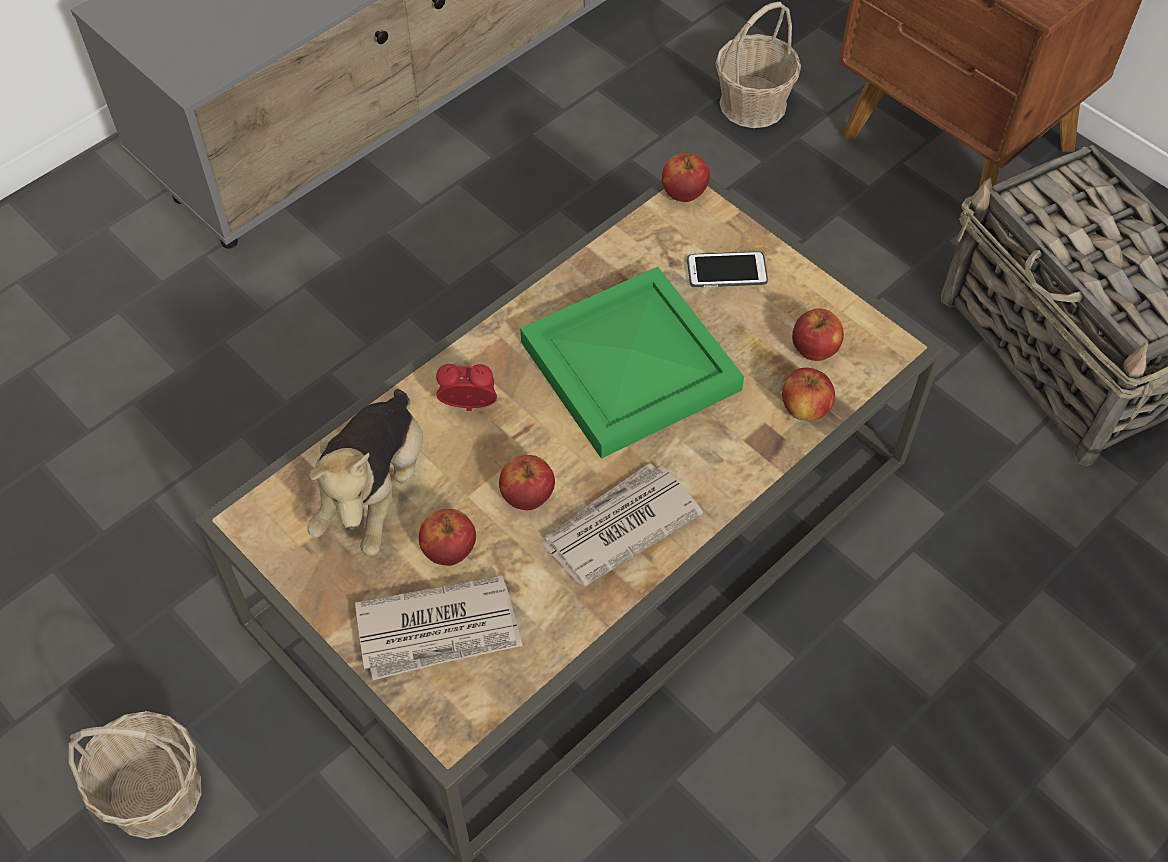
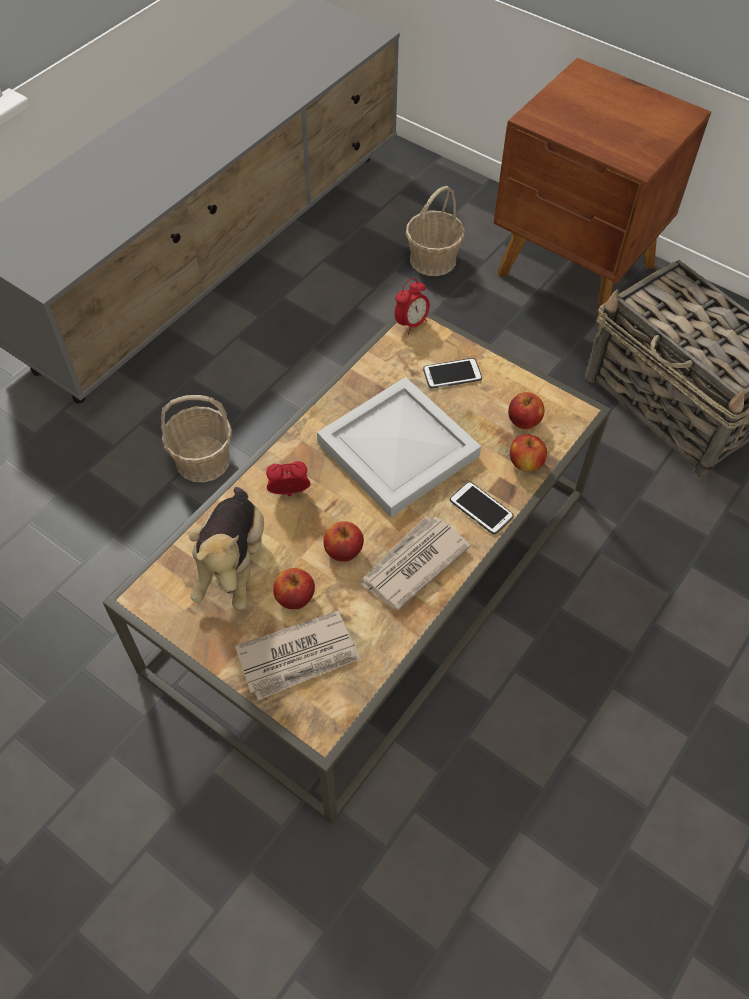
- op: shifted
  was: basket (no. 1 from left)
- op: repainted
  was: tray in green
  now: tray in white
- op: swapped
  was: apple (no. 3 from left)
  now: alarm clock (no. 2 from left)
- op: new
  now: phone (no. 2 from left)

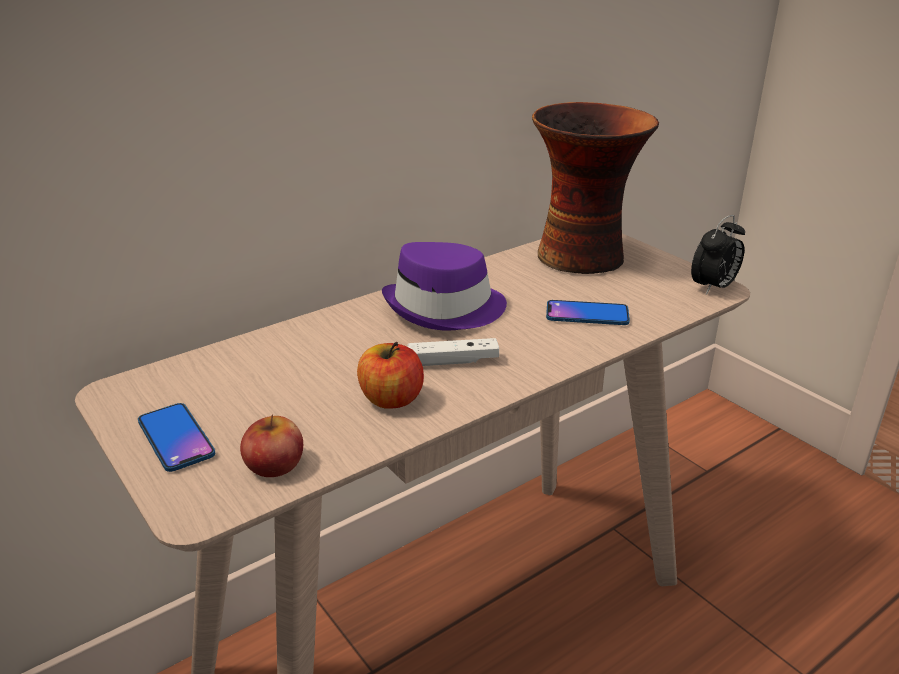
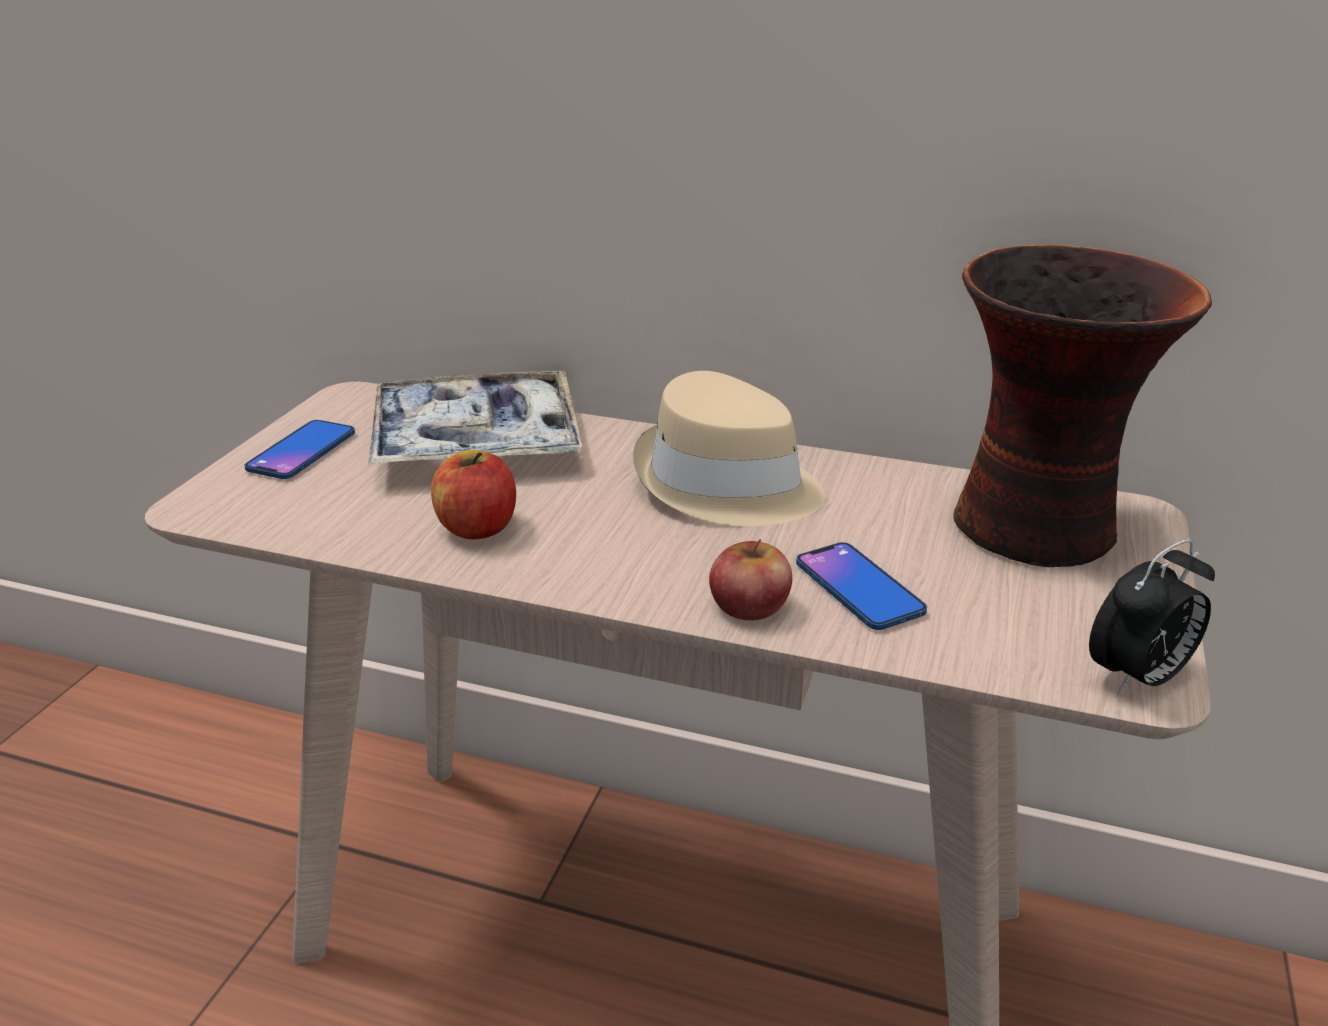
- op: shifted
  was: apple (no. 1 from left in the first image)
  now: apple (no. 2 from left)
- op: repainted
  was: hat in purple
  now: hat in beige
- op: gone
  was: game controller in white
- op: rotated
  was: alarm clock
  clockwise: -45
- op: new
  now: tray

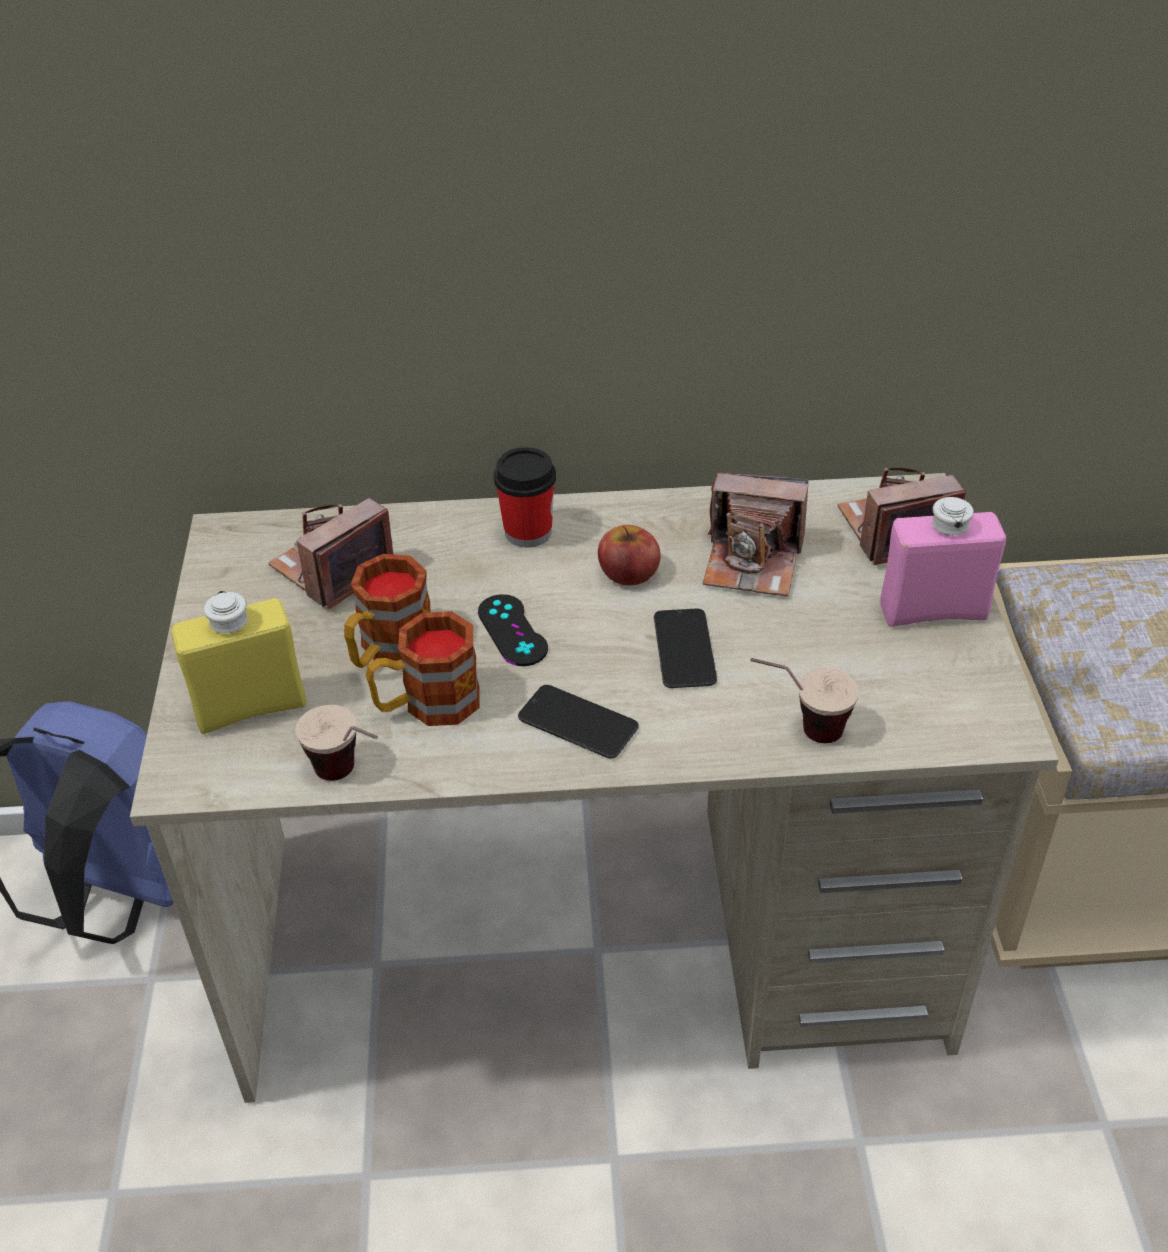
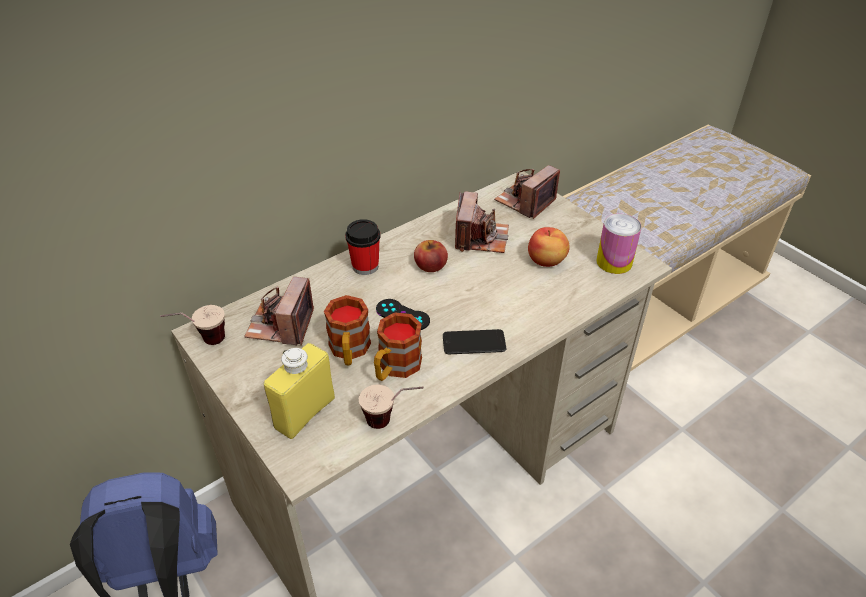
- op: gone
  was: phone (no. 2 from left)
- op: rotated
  was: photo camera (no. 2 from left)
  clockwise: -60
- op: shifted
  was: cup (no. 3 from left in the first image)
  now: cup (no. 1 from left)
- op: gone
  was: bottle in pink
- op: new
  now: apple (no. 2 from left)
- op: new
  now: can

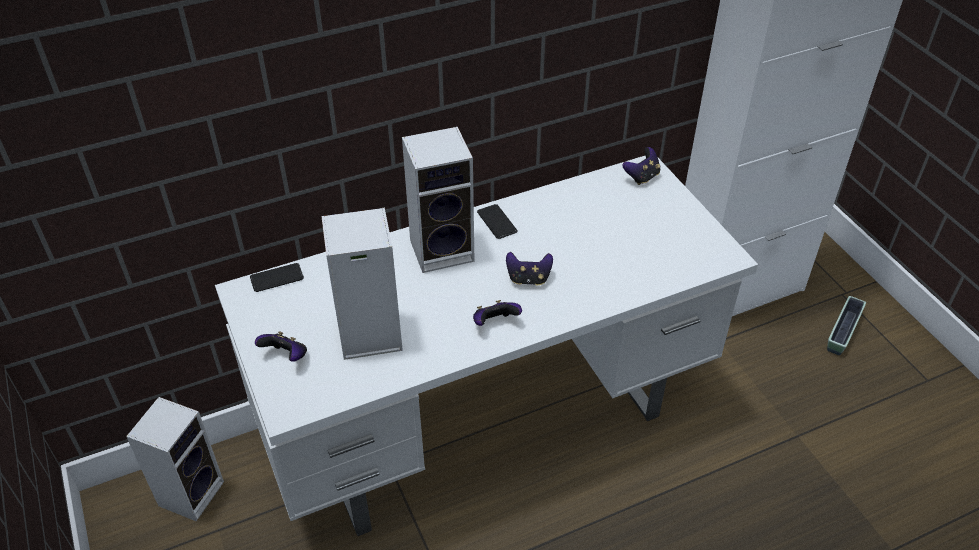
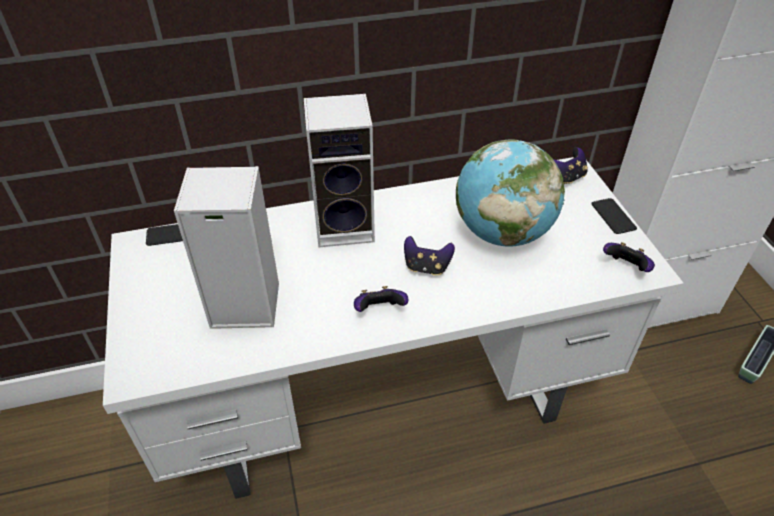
- op: gone
  was: speaker (no. 1 from left)
- op: shifted
  was: game controller (no. 1 from left in the first image)
  now: game controller (no. 4 from left)
- op: shifted
  was: phone (no. 2 from left)
- op: new
  now: globe

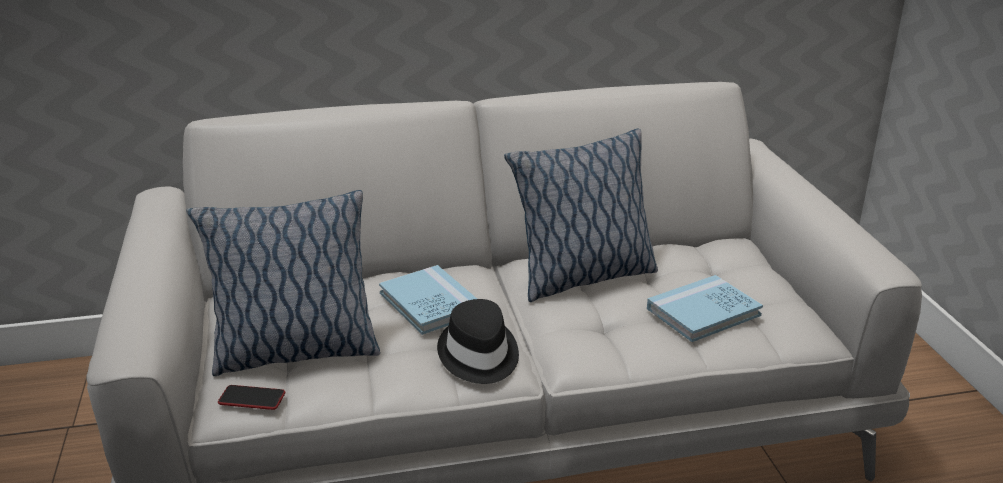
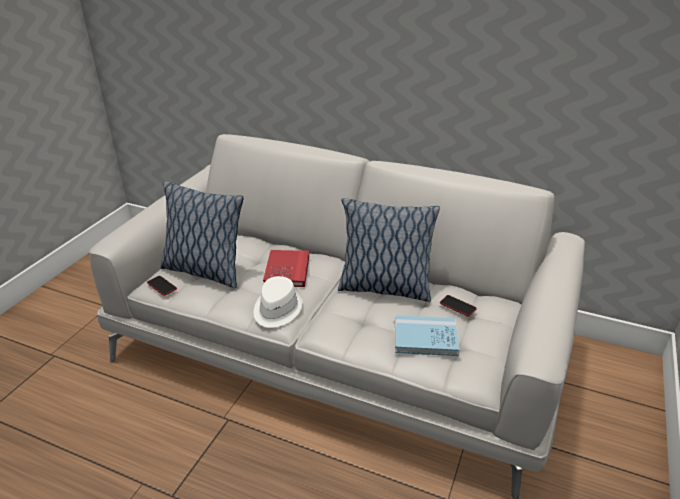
- op: repainted
  was: book in blue (no. 1 from left)
  now: book in red
- op: repainted
  was: hat in black
  now: hat in white
- op: new
  now: phone (no. 2 from left)

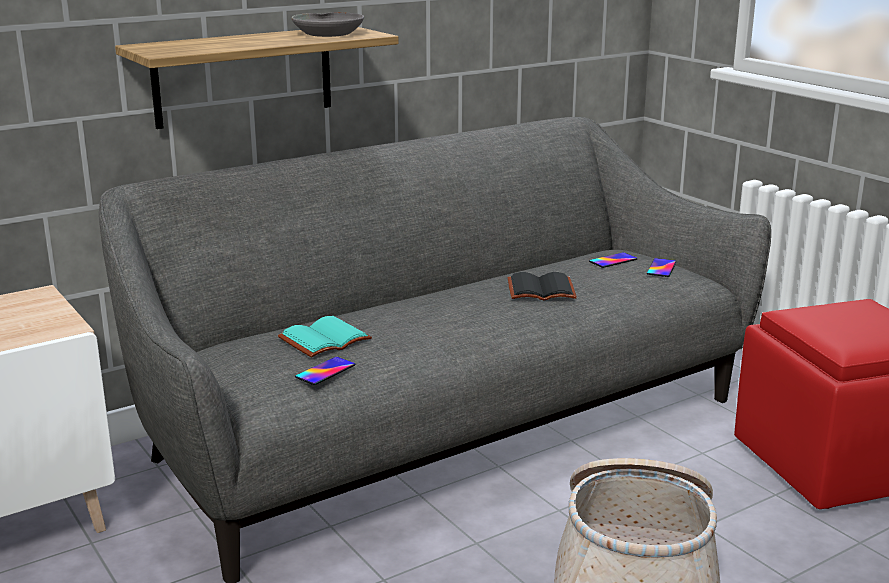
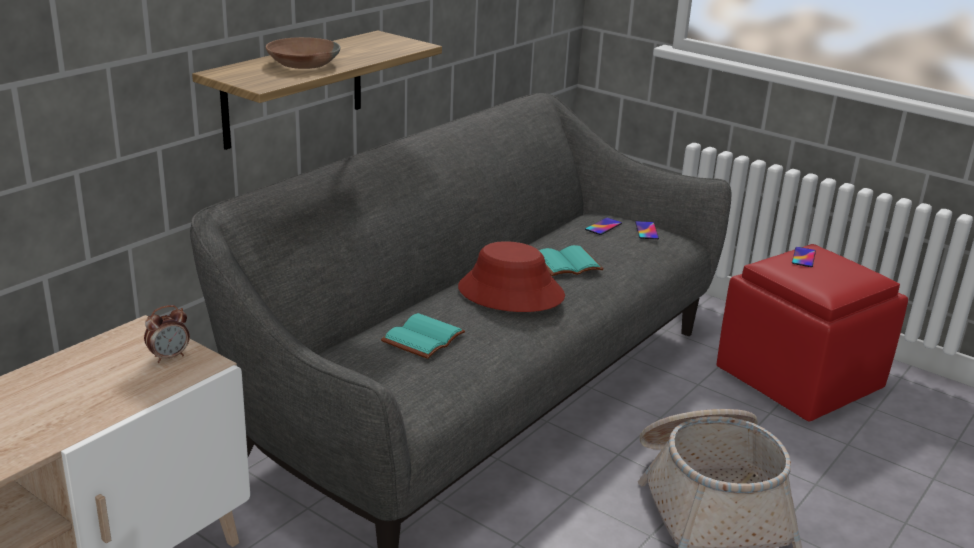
- op: gone
  was: bowl in grey
- op: shifted
  was: phone (no. 1 from left in the first image)
  now: phone (no. 3 from left)
- op: repainted
  was: book in black
  now: book in turquoise (no. 2 from left)
- op: new
  now: alarm clock
- op: new
  now: bowl in brown
- op: new
  now: hat in red

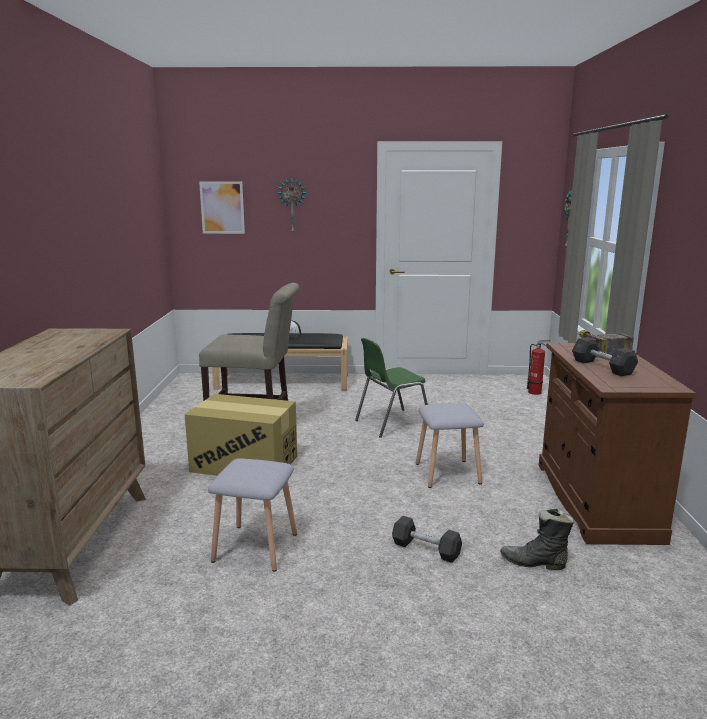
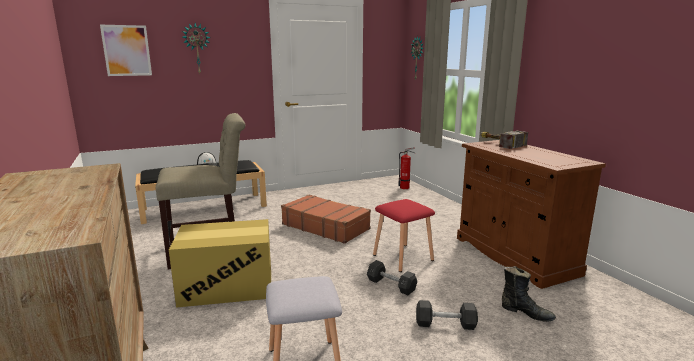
- op: swapped
  was: chair in green
  now: suitcase in brown
- op: repainted
  was: stool in grey (no. 2 from left)
  now: stool in red
- op: rotated
  was: boot in black
  clockwise: -135
- op: shifted
  was: dumbbell in grey (no. 2 from left in the first image)
  now: dumbbell in grey (no. 1 from left)

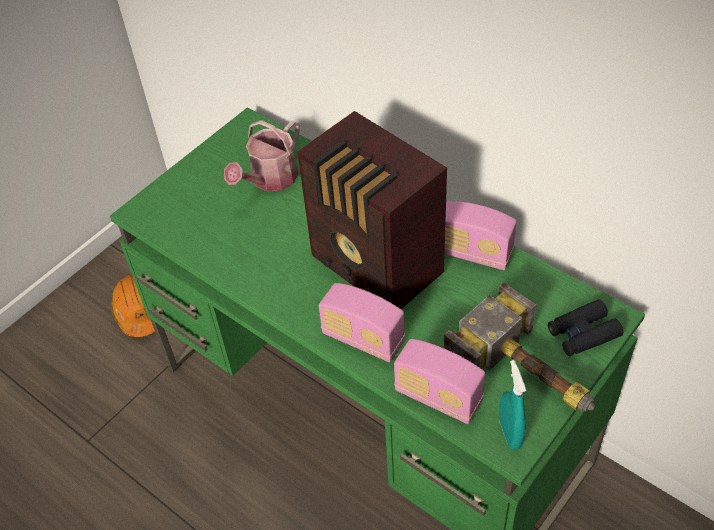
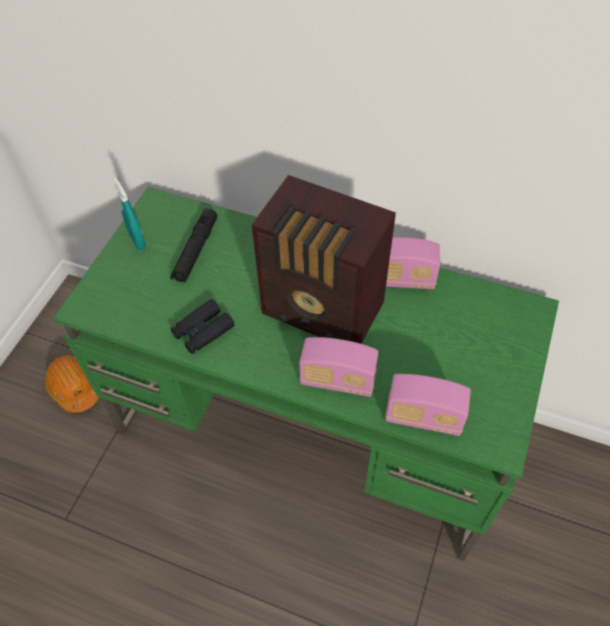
- op: swapped
  was: watering can
  now: flashlight in black
- op: gone
  was: hammer
- op: shifted
  was: spray bottle in turquoise
- op: shifted
  was: binoculars in black

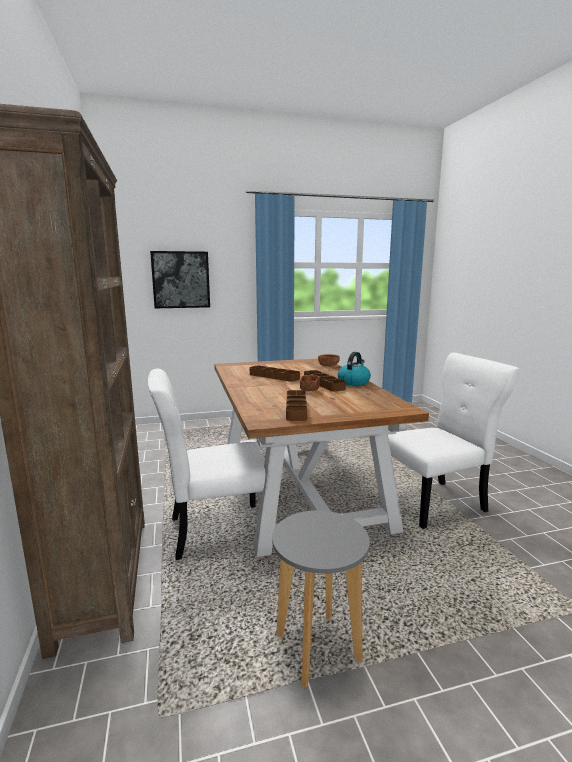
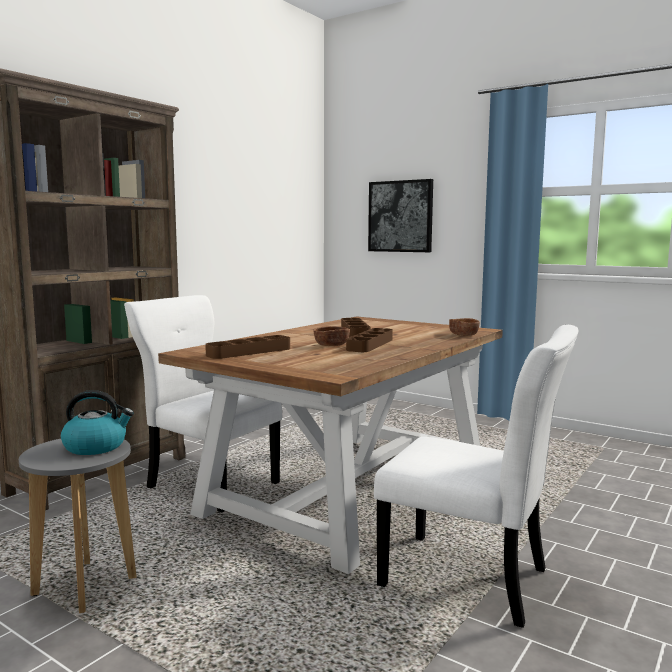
- op: shifted
  was: kettle

